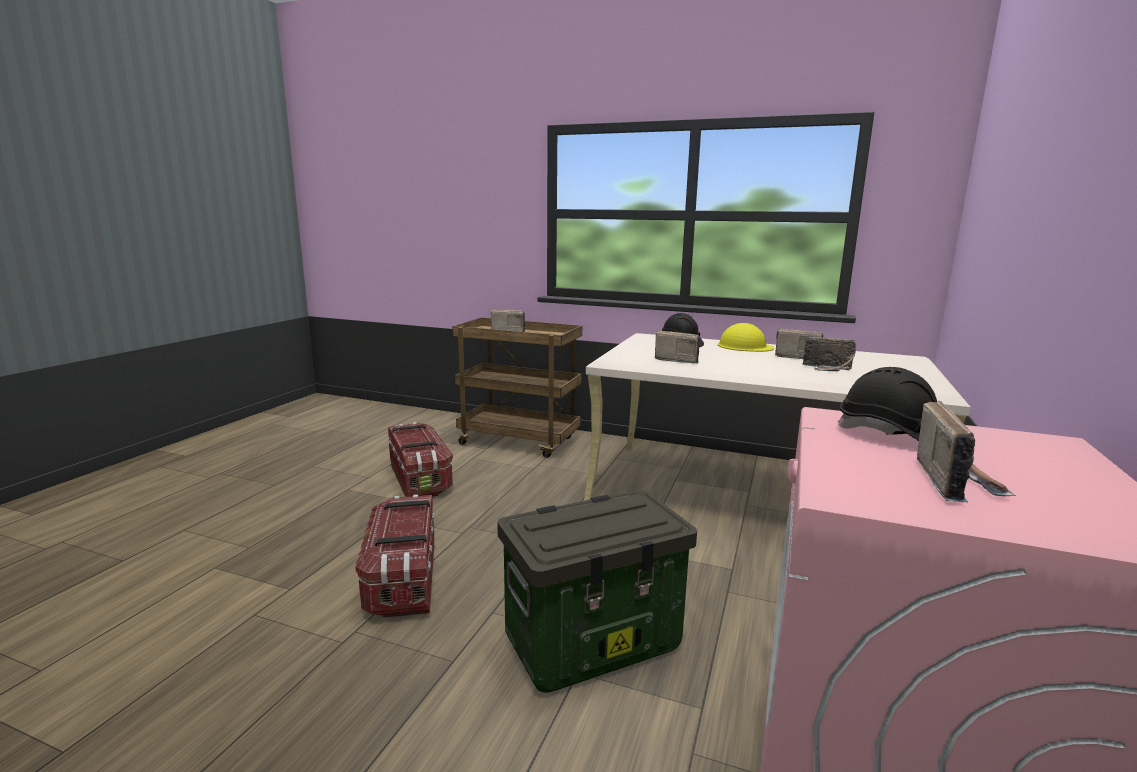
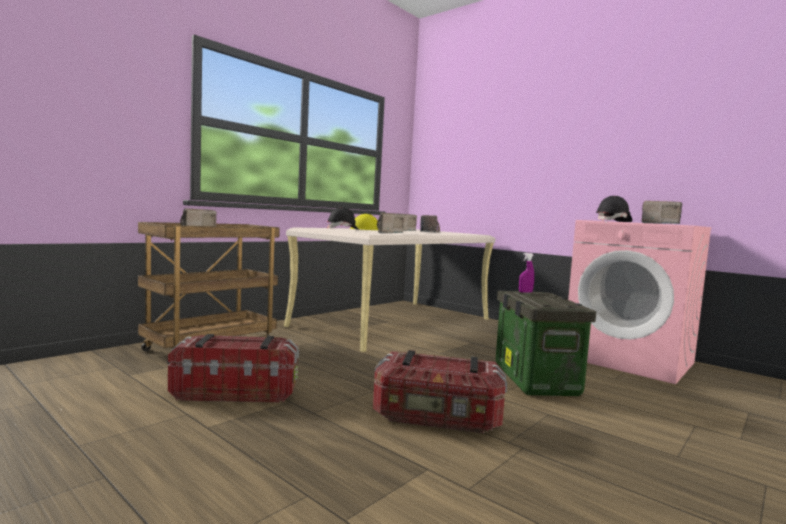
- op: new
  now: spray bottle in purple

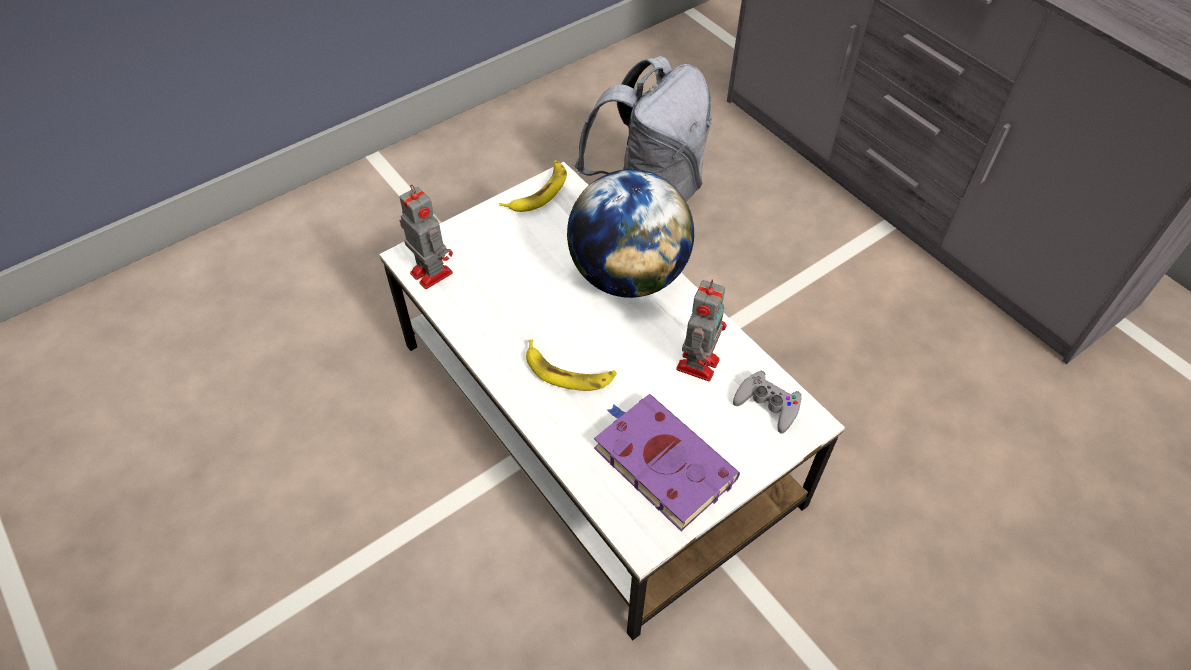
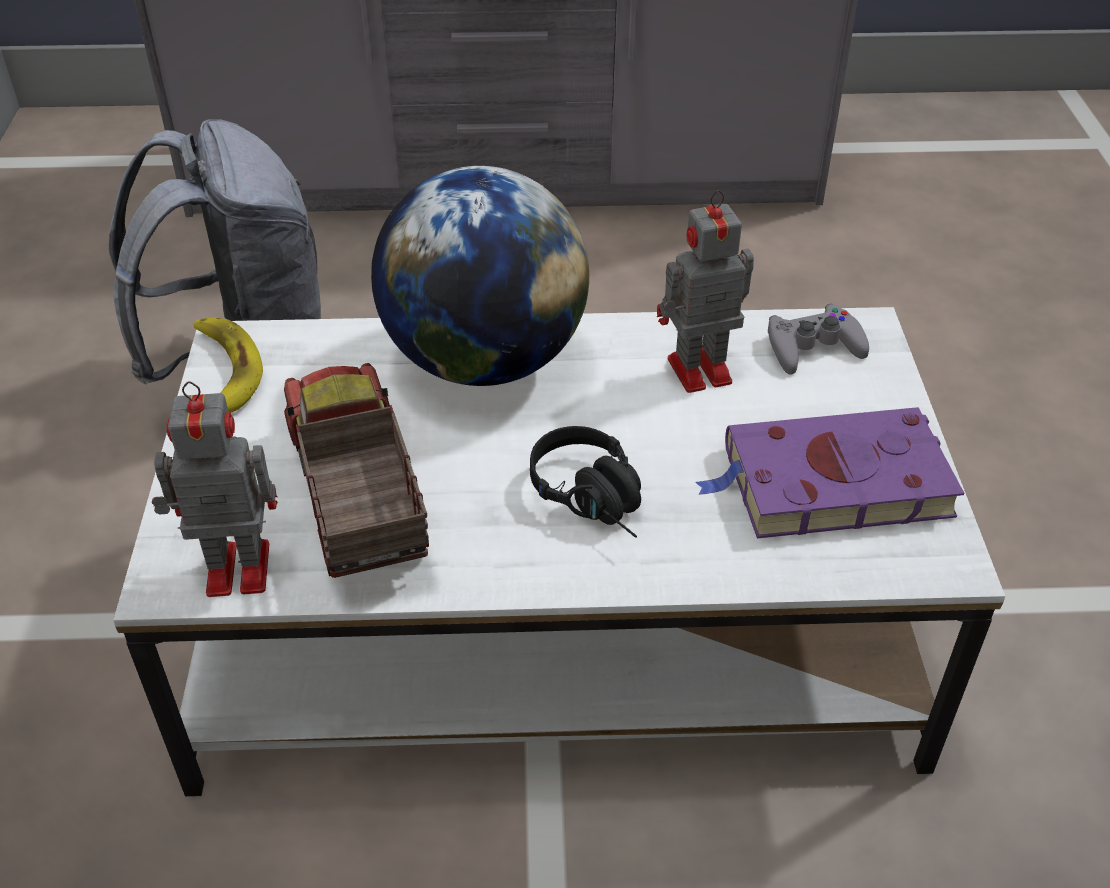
- op: swapped
  was: banana (no. 2 from left)
  now: headphones in black
- op: rotated
  was: toy robot (no. 2 from left)
  clockwise: -75
- op: new
  now: toy truck

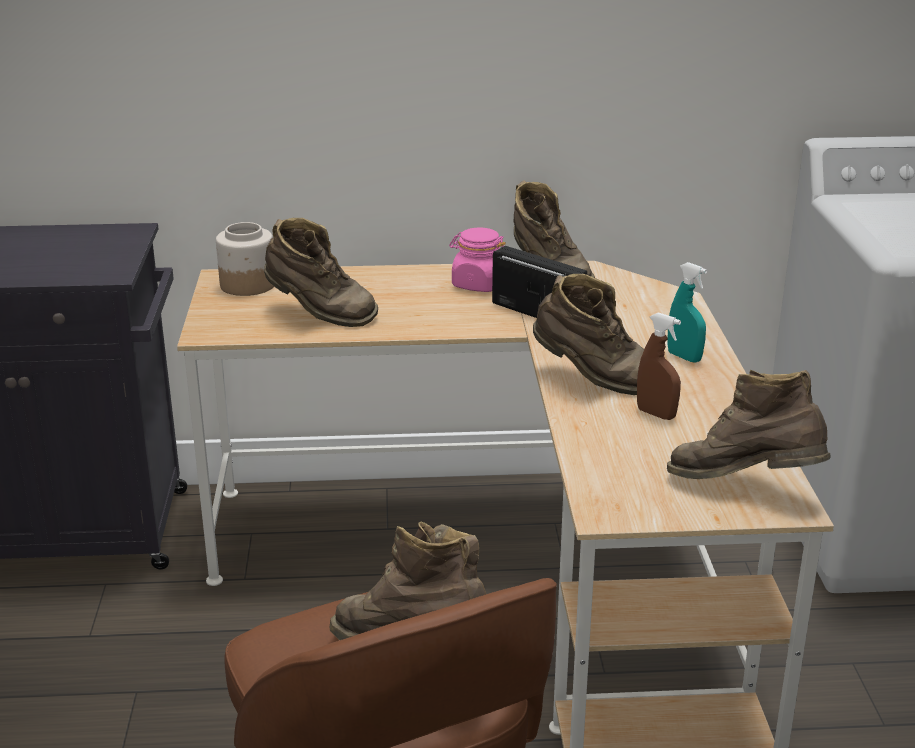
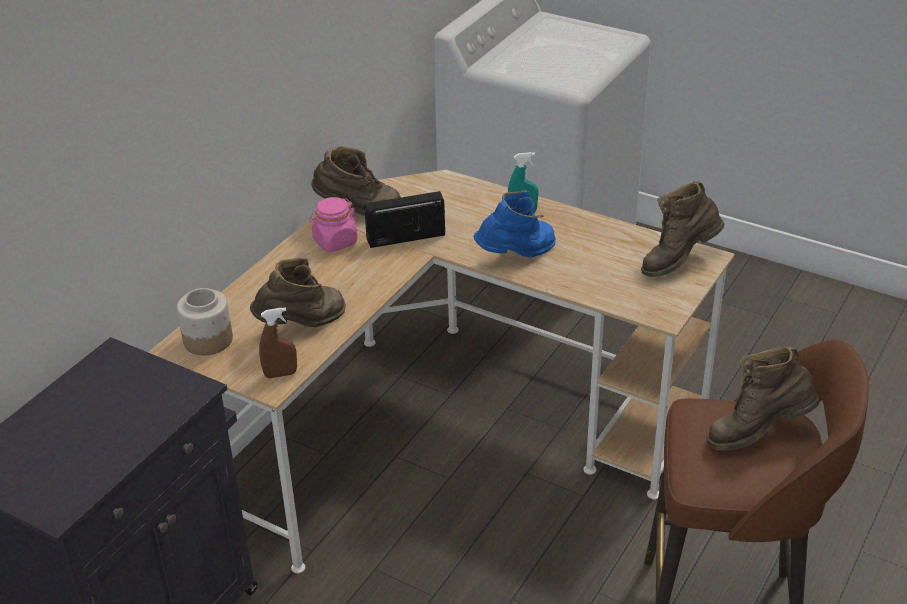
- op: repainted
  was: boot in brown (no. 4 from left)
  now: boot in blue
- op: shifted
  was: spray bottle in brown

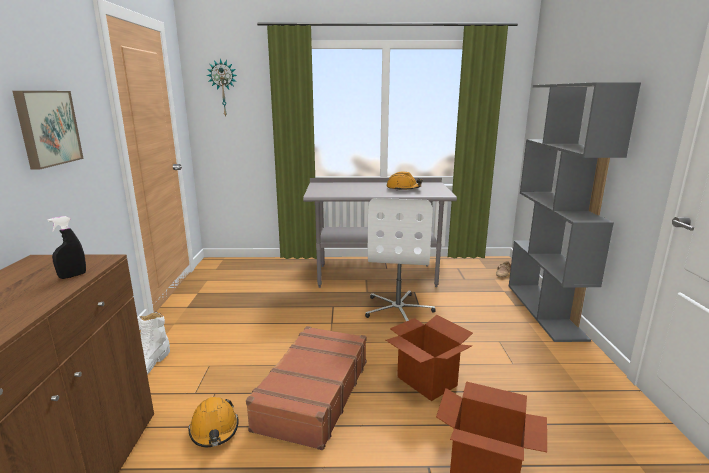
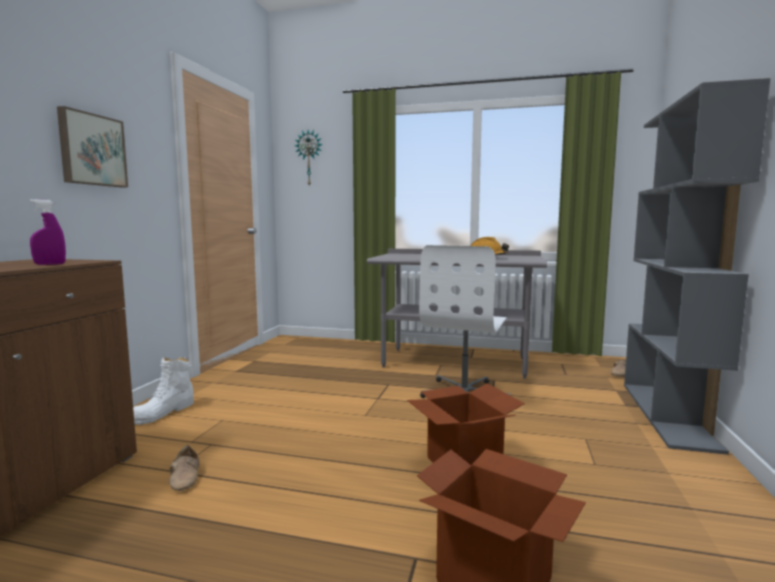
- op: repainted
  was: spray bottle in black
  now: spray bottle in purple
- op: swapped
  was: hard hat in orange (no. 1 from left)
  now: shoe in beige (no. 1 from left)
- op: gone
  was: suitcase in brown

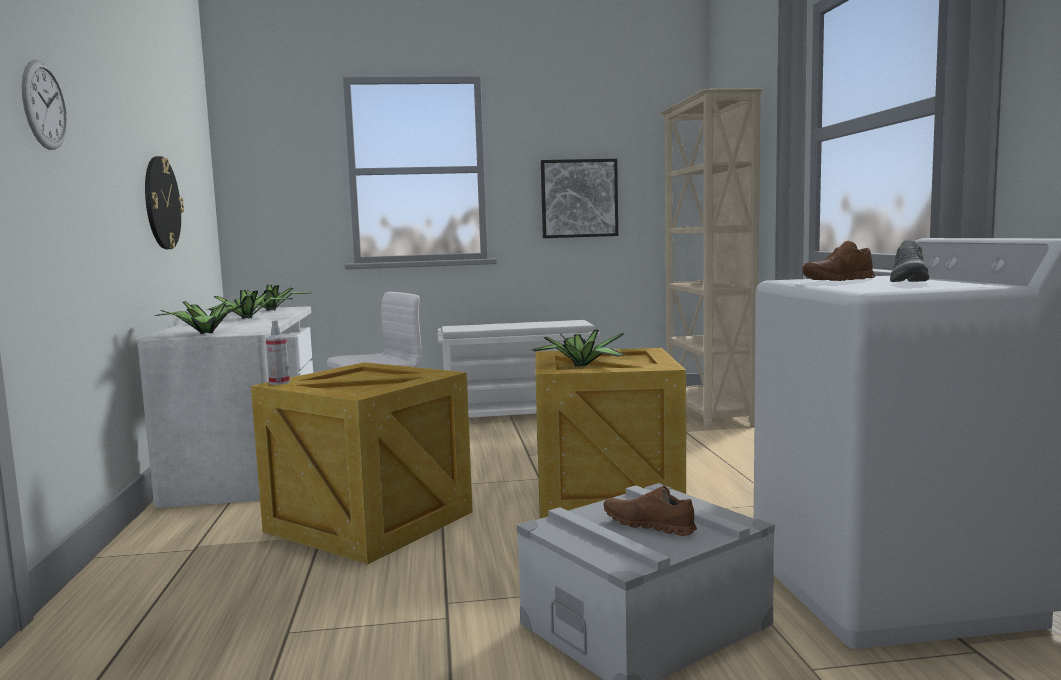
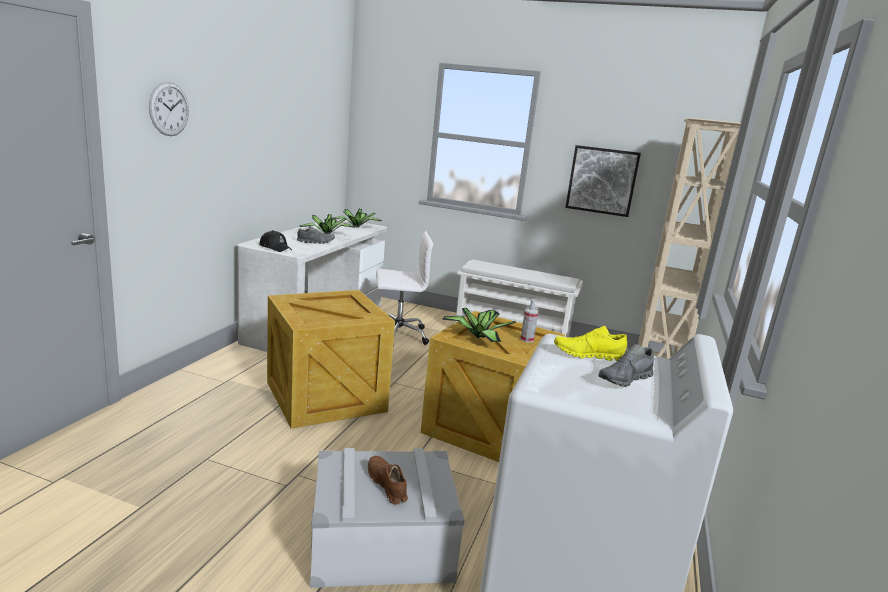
- op: gone
  was: wall clock (no. 2 from left)
- op: swapped
  was: potted plant (no. 1 from left)
  now: cap in black
- op: shifted
  was: spray bottle
- op: repainted
  was: shoe in brown (no. 2 from left)
  now: shoe in yellow
- op: new
  now: shoe in grey (no. 1 from left)

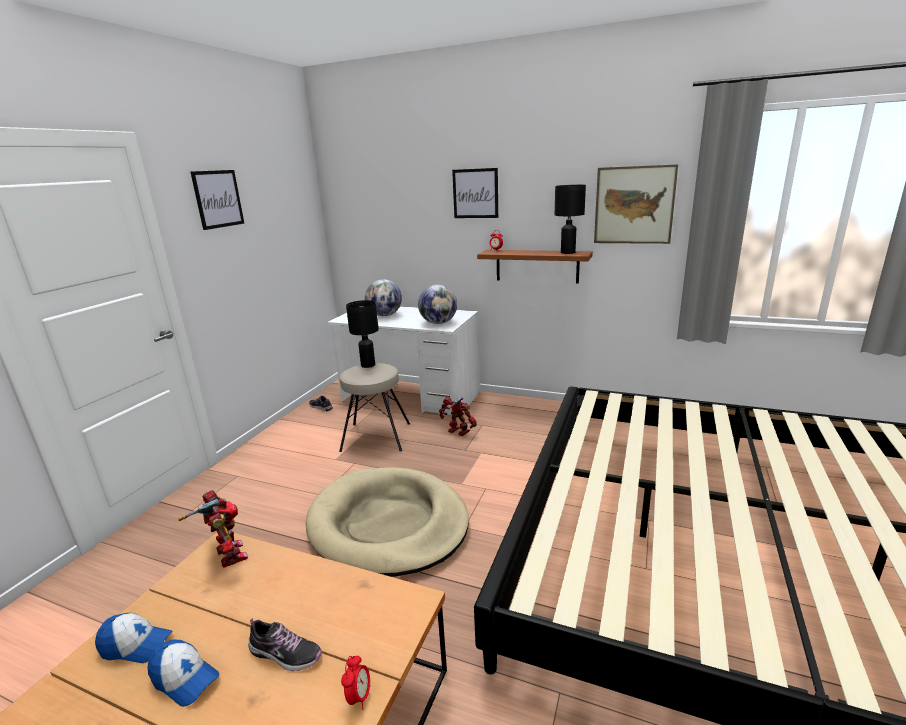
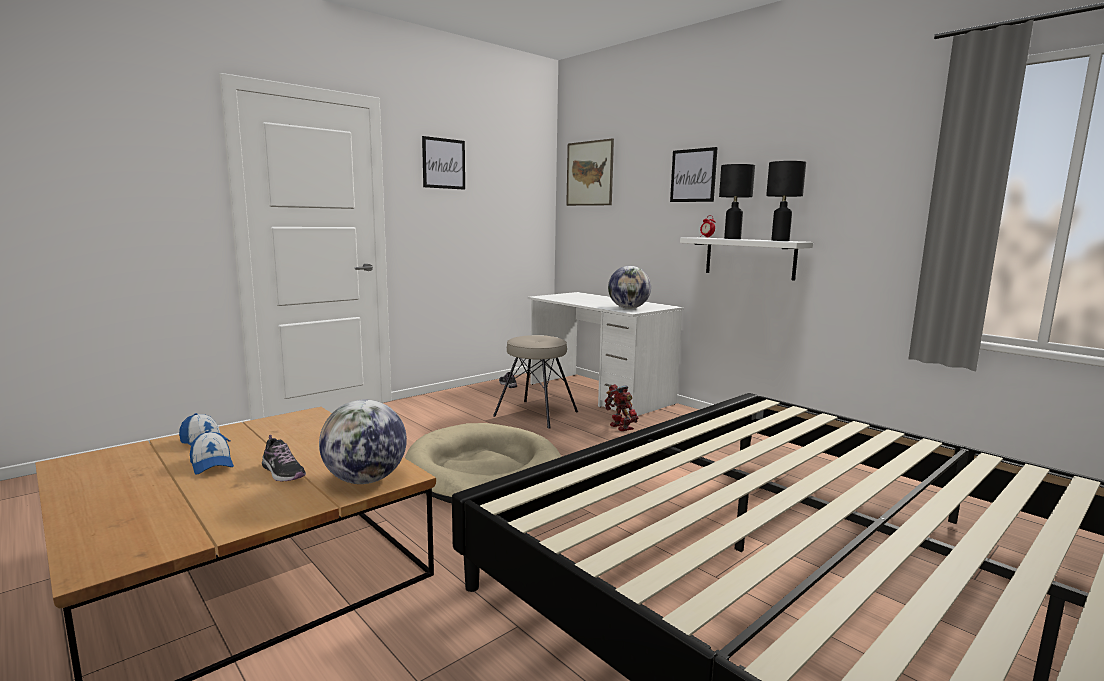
- op: gone
  was: toy robot (no. 1 from left)
- op: gone
  was: alarm clock (no. 1 from left)
- op: shifted
  was: table lamp in black (no. 1 from left)
- op: shifted
  was: globe (no. 1 from left)
- op: repainted
  was: shelf in brown
  now: shelf in white
- op: shifted
  was: picture (no. 3 from left in the first image)
  now: picture (no. 2 from left)

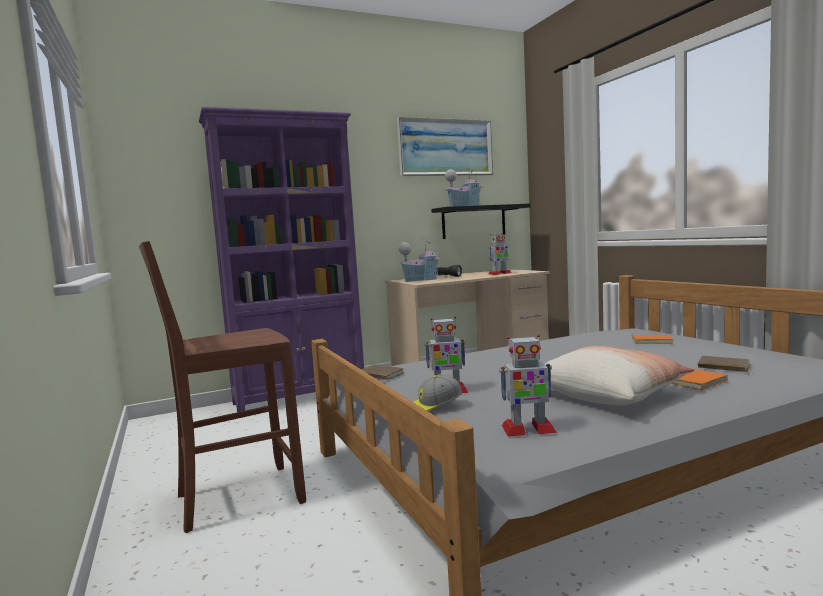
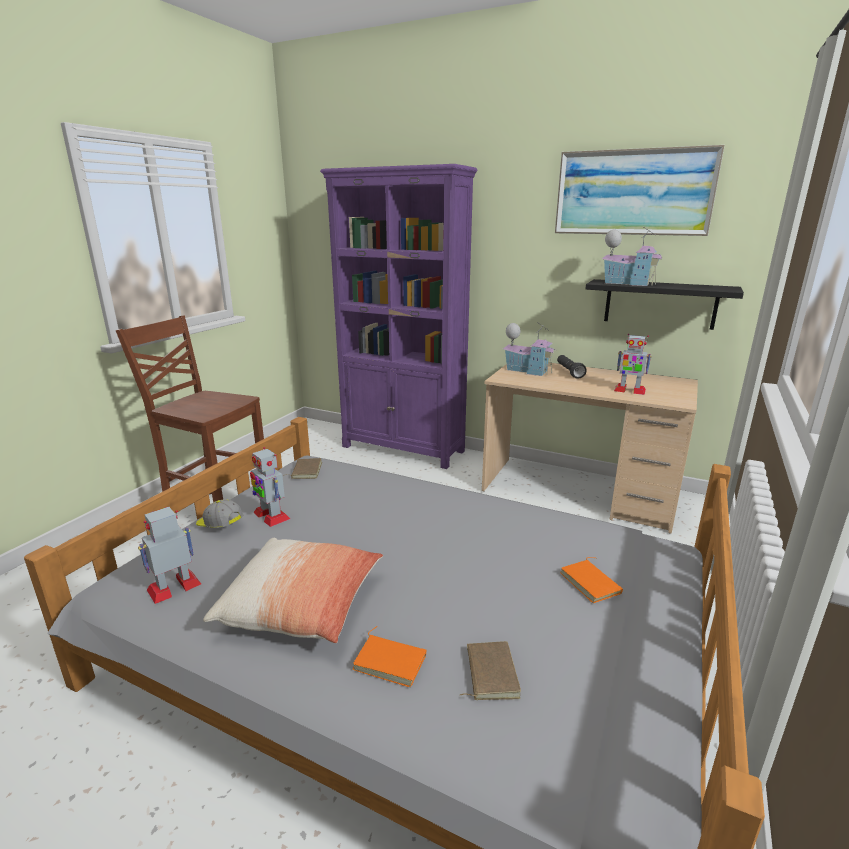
- op: rotated
  was: toy robot (no. 3 from left in the first image)
  clockwise: 90

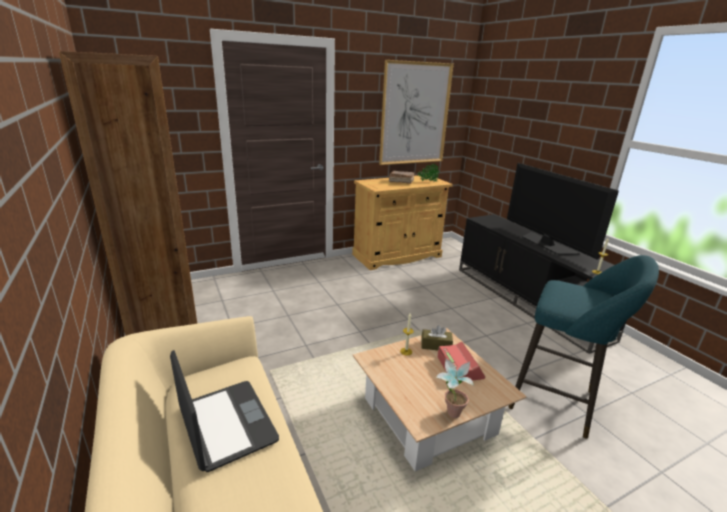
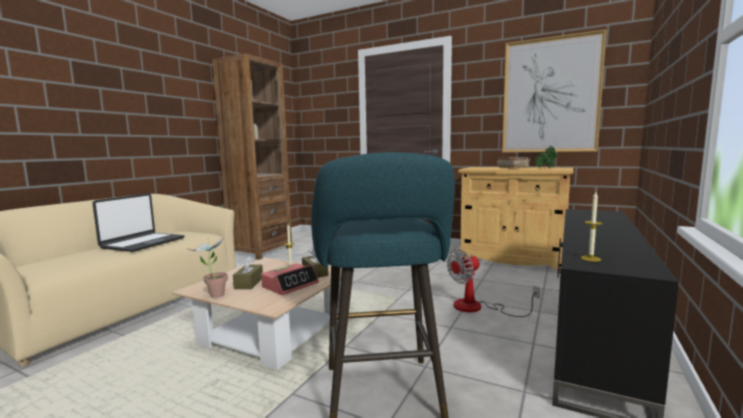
- op: gone
  was: television
- op: new
  now: tissue box in brown (no. 1 from left)
- op: new
  now: fan

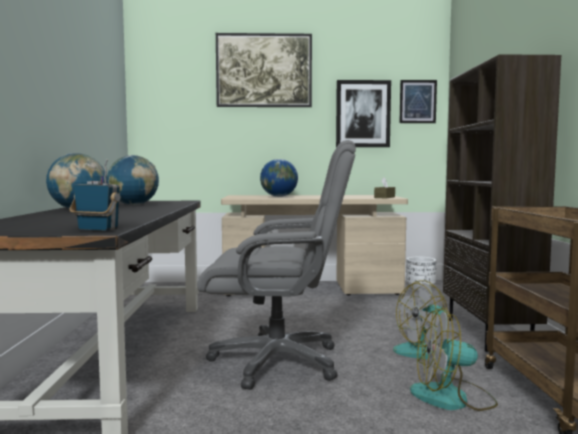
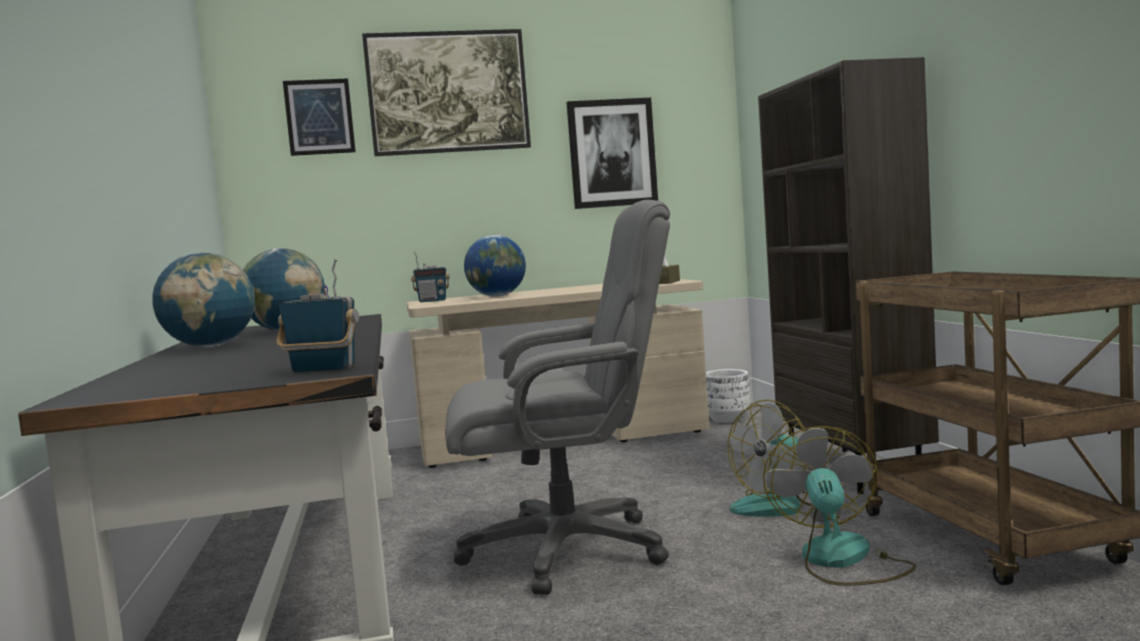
- op: shifted
  was: picture (no. 3 from left in the first image)
  now: picture (no. 1 from left)
- op: rotated
  was: fan (no. 2 from left)
  clockwise: 105
- op: new
  now: radio (no. 2 from left)

